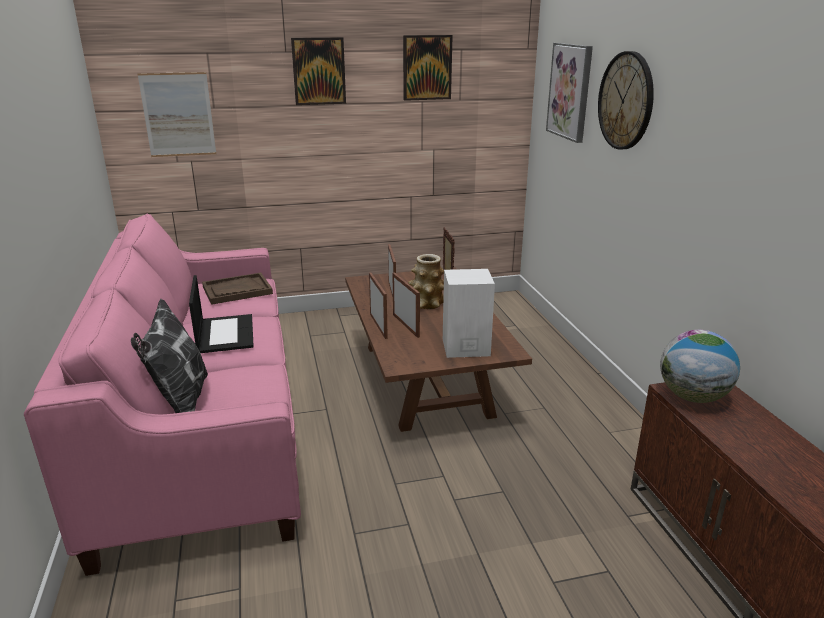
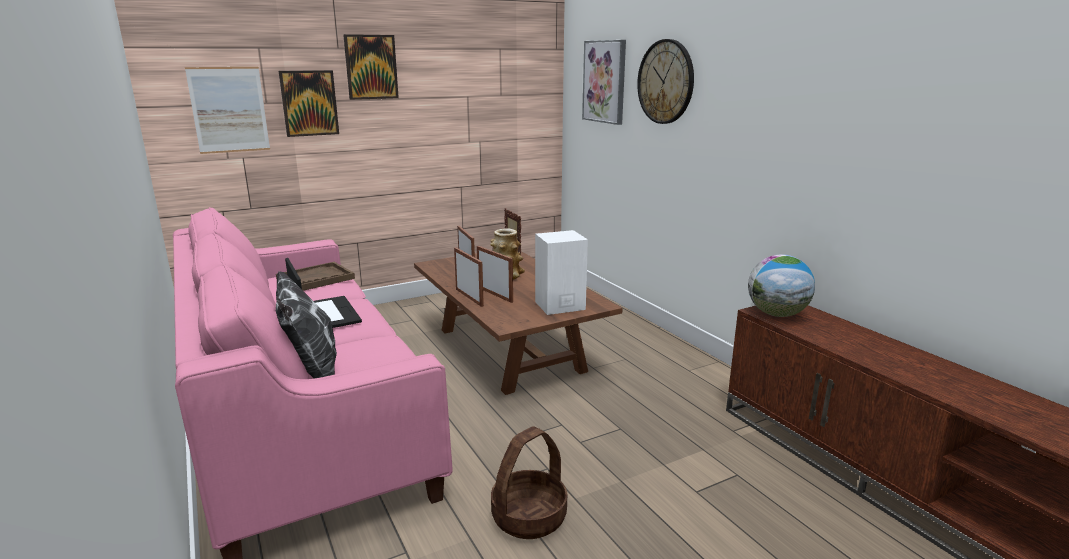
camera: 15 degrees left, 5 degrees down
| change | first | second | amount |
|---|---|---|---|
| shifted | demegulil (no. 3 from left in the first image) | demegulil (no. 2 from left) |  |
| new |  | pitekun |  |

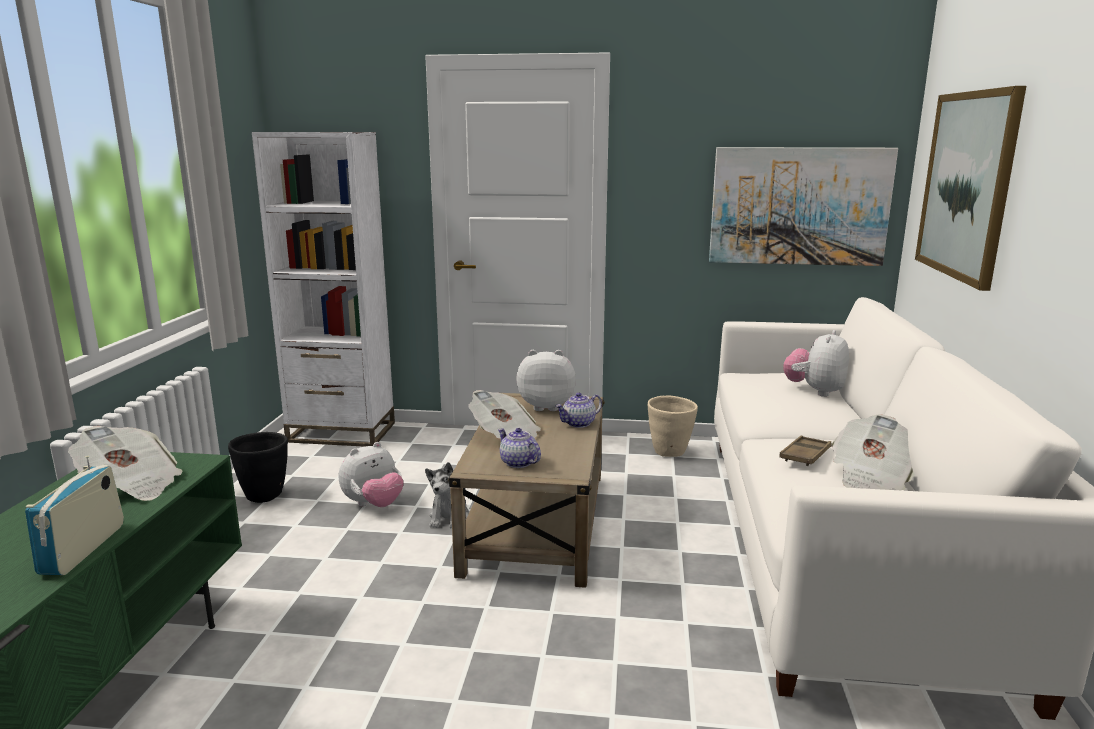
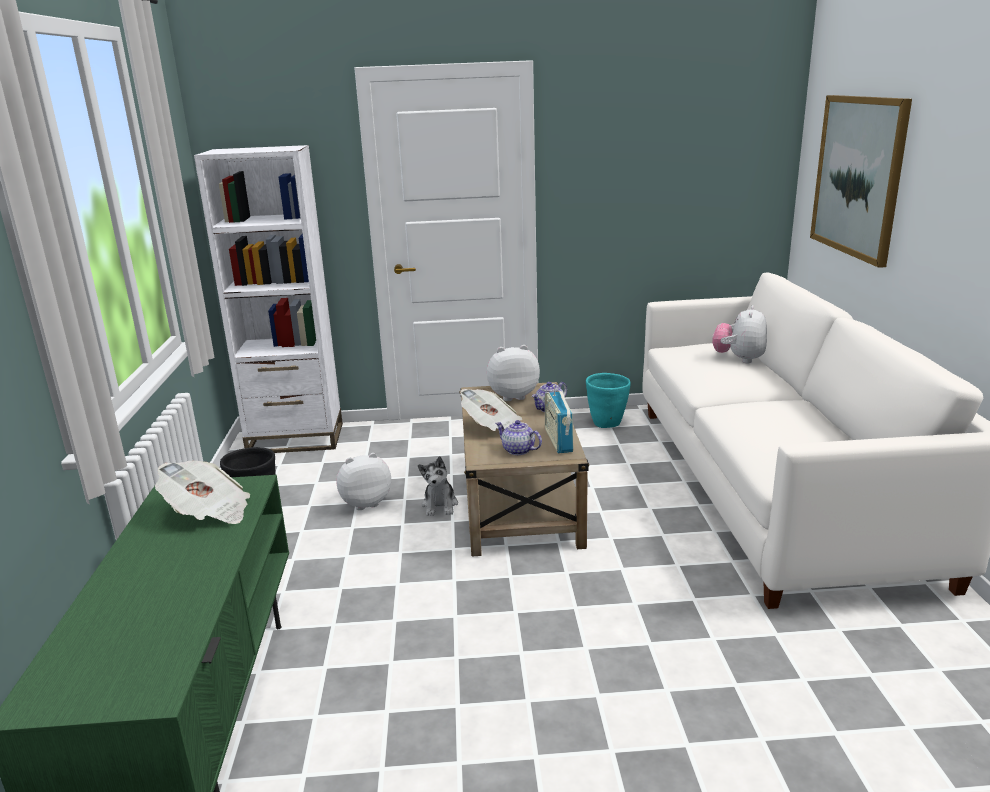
camera: 10 degrees left, 5 degrees up
| change | first | second | amount |
|---|---|---|---|
| shifted | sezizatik |  |  |
| rotated | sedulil (no. 1 from left) |  | 150 degrees counterclockwise |
| repainted | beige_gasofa | turquoise_gasofa |  |
| gone | demegulil (no. 1 from left) |  |  |
| gone | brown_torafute |  |  |
| gone | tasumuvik (no. 3 from left) |  |  |

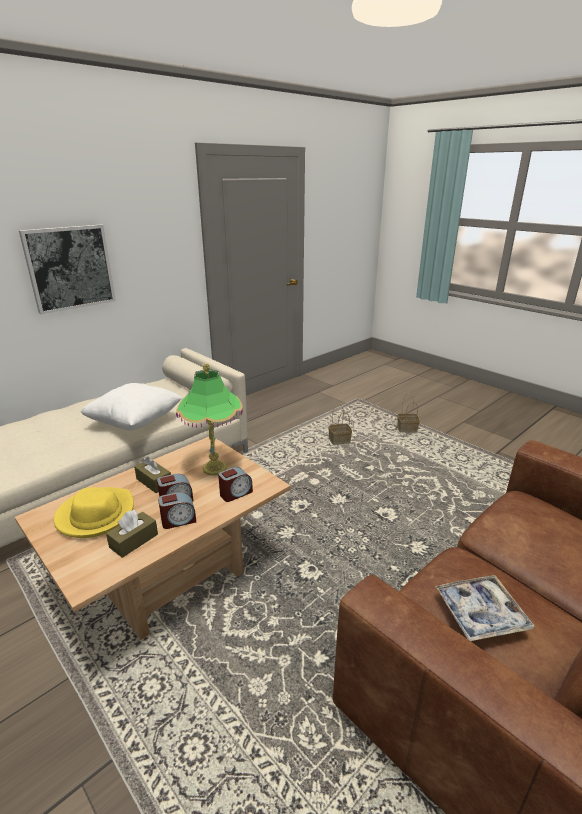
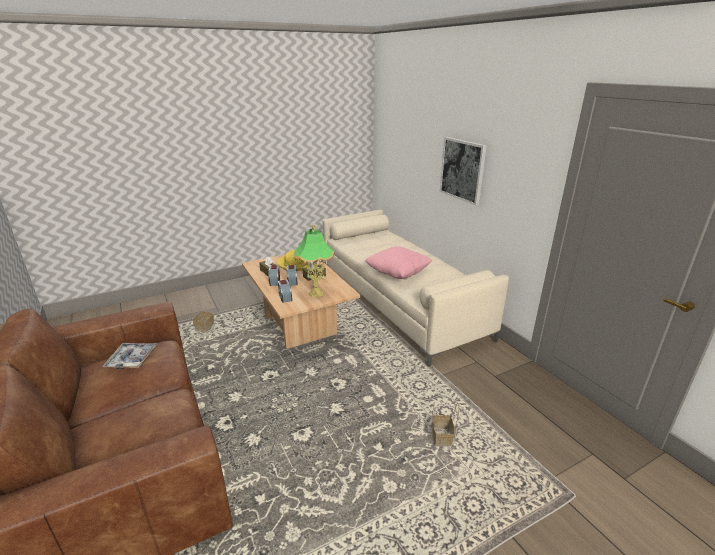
camera: 105 degrees right, 0 degrees up
| change | first | second | amount |
|---|---|---|---|
| repainted | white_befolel | pink_befolel |  |
| shifted | pitekun (no. 2 from left in the first image) | pitekun (no. 1 from left) |  |

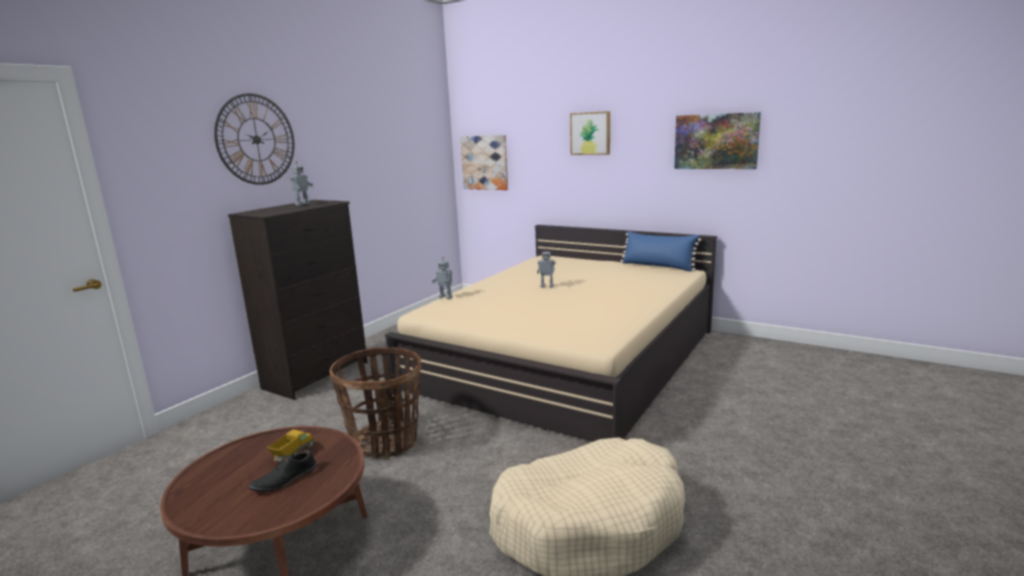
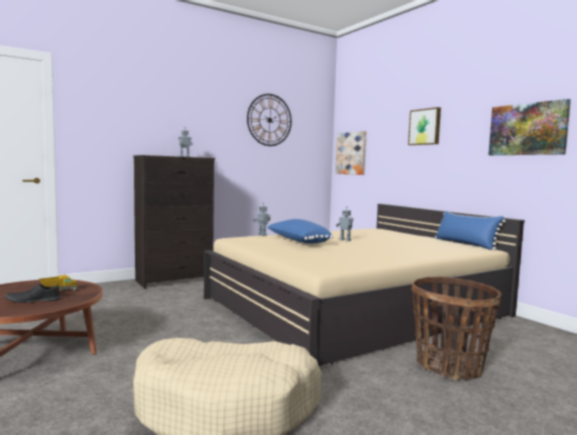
camera: 25 degrees right, 10 degrees down
| change | first | second | amount |
|---|---|---|---|
| shifted | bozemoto |  |  |
| shifted | pitekun |  |  |
| new |  | blue_befolel (no. 1 from left) |  |

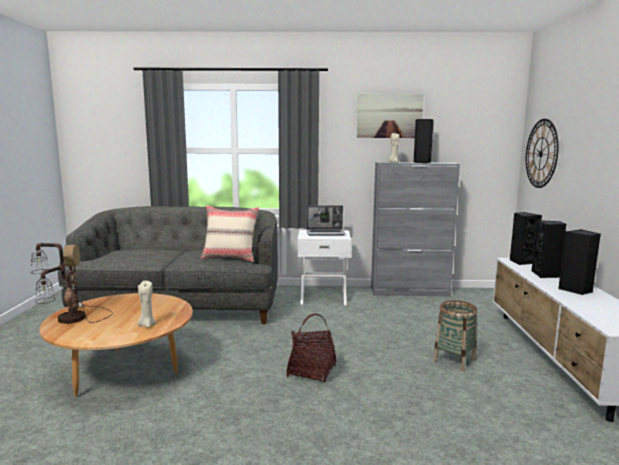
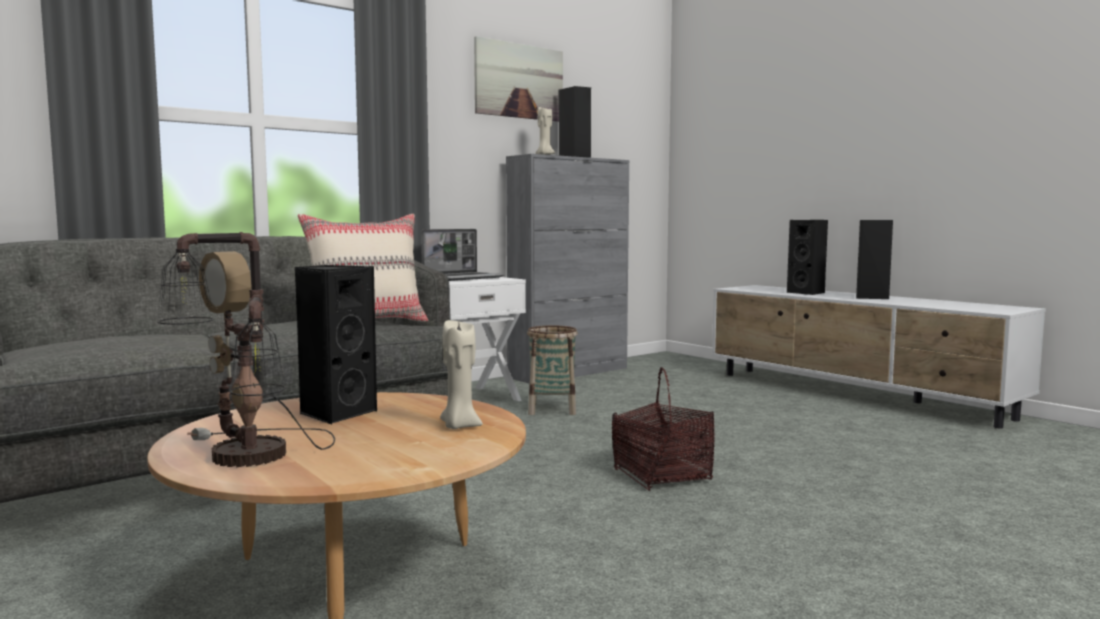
camera: 40 degrees left, 5 degrees down
| change | first | second | amount |
|---|---|---|---|
| shifted | pitekun (no. 2 from left in the first image) | pitekun (no. 1 from left) |  |
| shifted | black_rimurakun (no. 2 from left in the first image) | black_rimurakun (no. 1 from left) |  |
| gone | bozemoto |  |  |

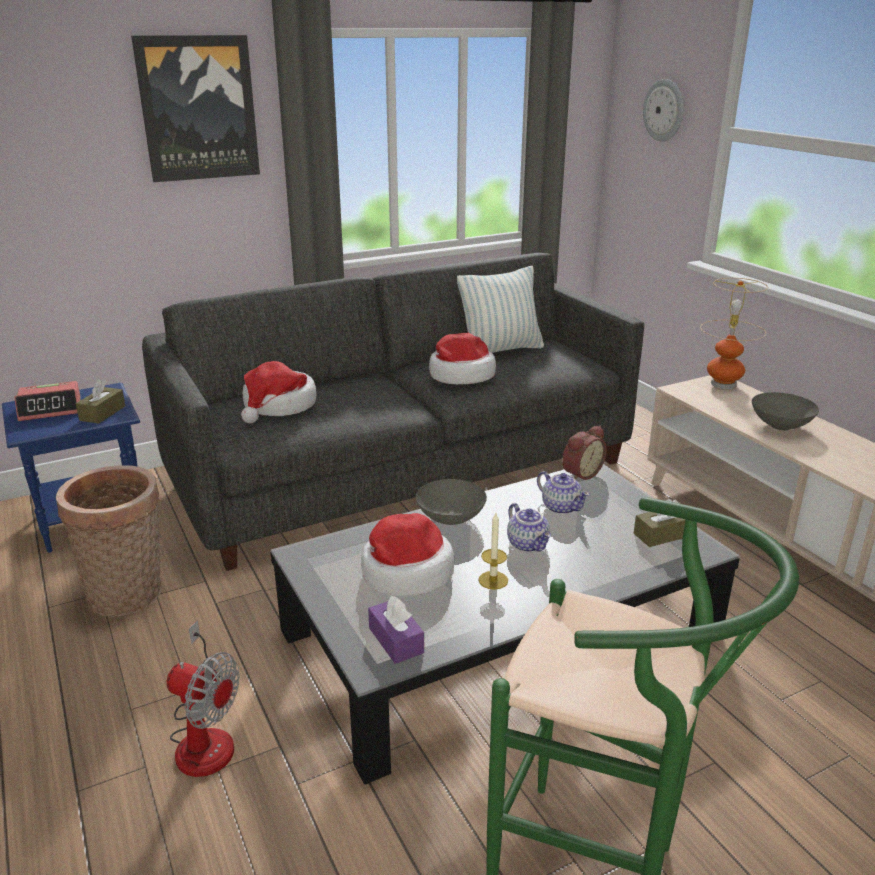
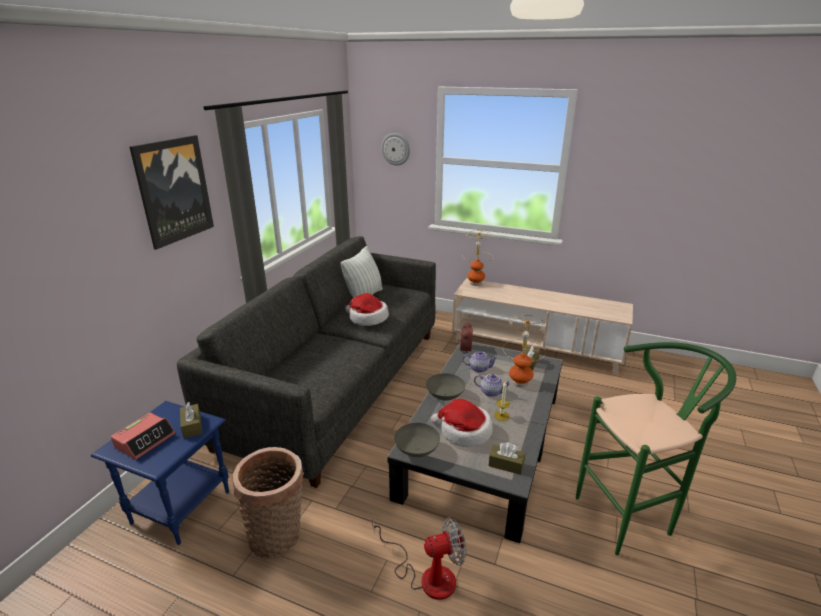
camera: 40 degrees left, 0 degrees up
| change | first | second | amount |
|---|---|---|---|
| gone | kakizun (no. 1 from left) |  |  |
| repainted | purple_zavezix | brown_zavezix (no. 2 from left) |  |
| shifted | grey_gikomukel (no. 2 from left in the first image) | grey_gikomukel (no. 1 from left) |  |
| new |  | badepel (no. 2 from left) |  |

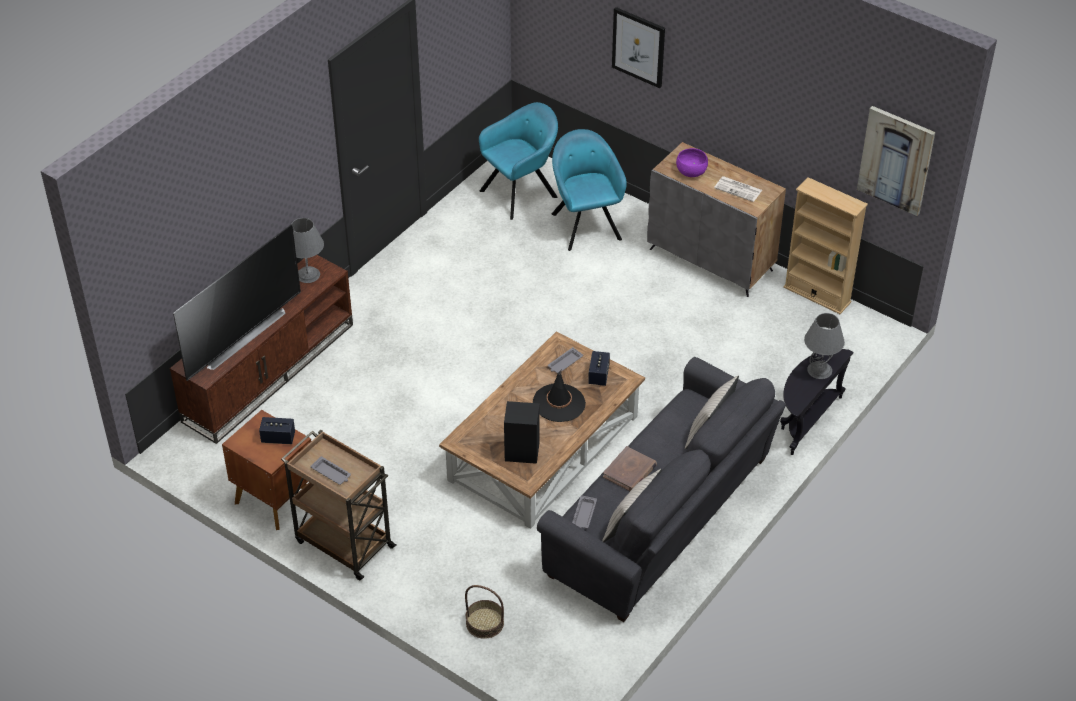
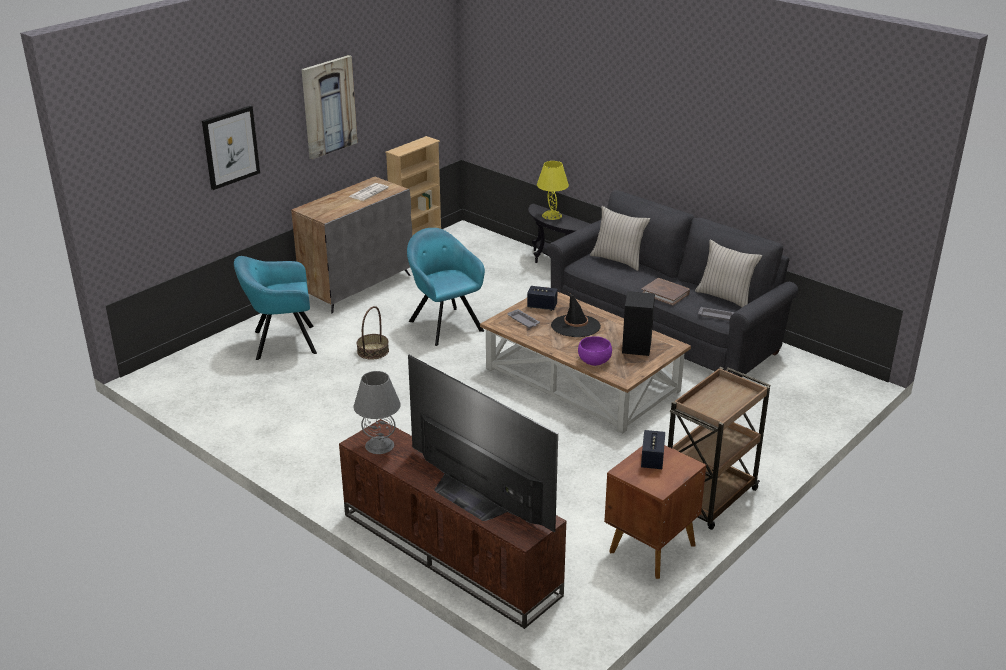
camera: 85 degrees left, 15 degrees down
| change | first | second | amount |
|---|---|---|---|
| gone | grey_torafute (no. 1 from left) |  |  |
| shifted | pitekun |  |  |
| shifted | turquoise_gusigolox (no. 1 from left in the first image) | turquoise_gusigolox (no. 2 from left) |  |
| shifted | purple_gikomukel |  |  |
| repainted | grey_badepel (no. 2 from left) | yellow_badepel |  |
| shifted | demegulil (no. 2 from left) |  |  |

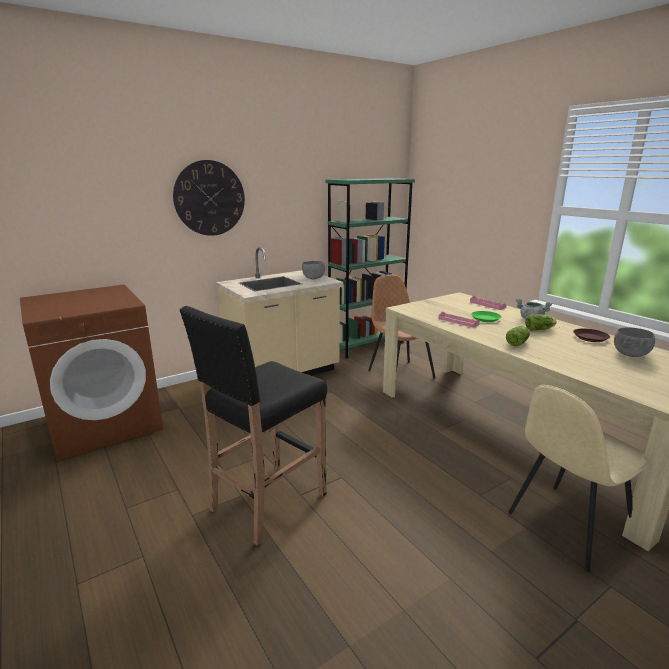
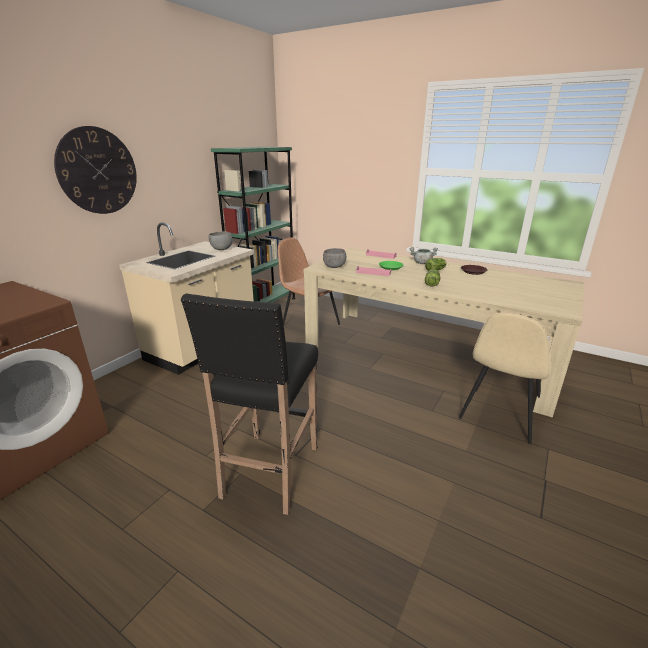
camera: 25 degrees left, 5 degrees up
| change | first | second | amount |
|---|---|---|---|
| shifted | grey_gikomukel (no. 2 from left) |  |  |

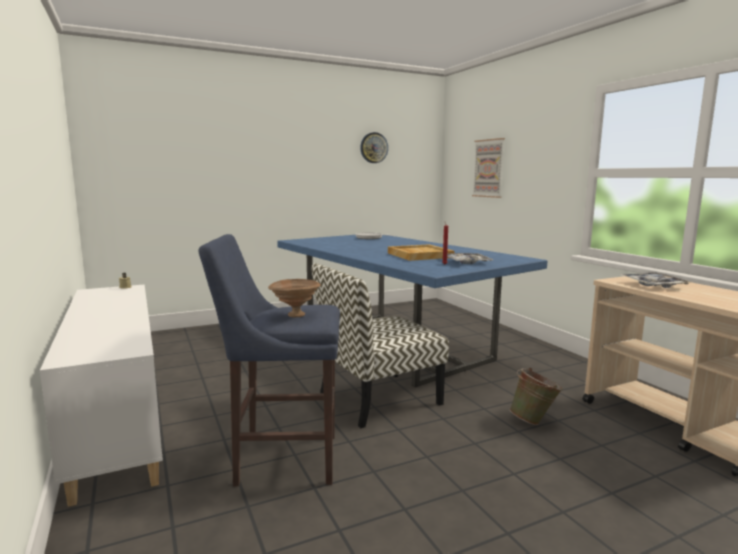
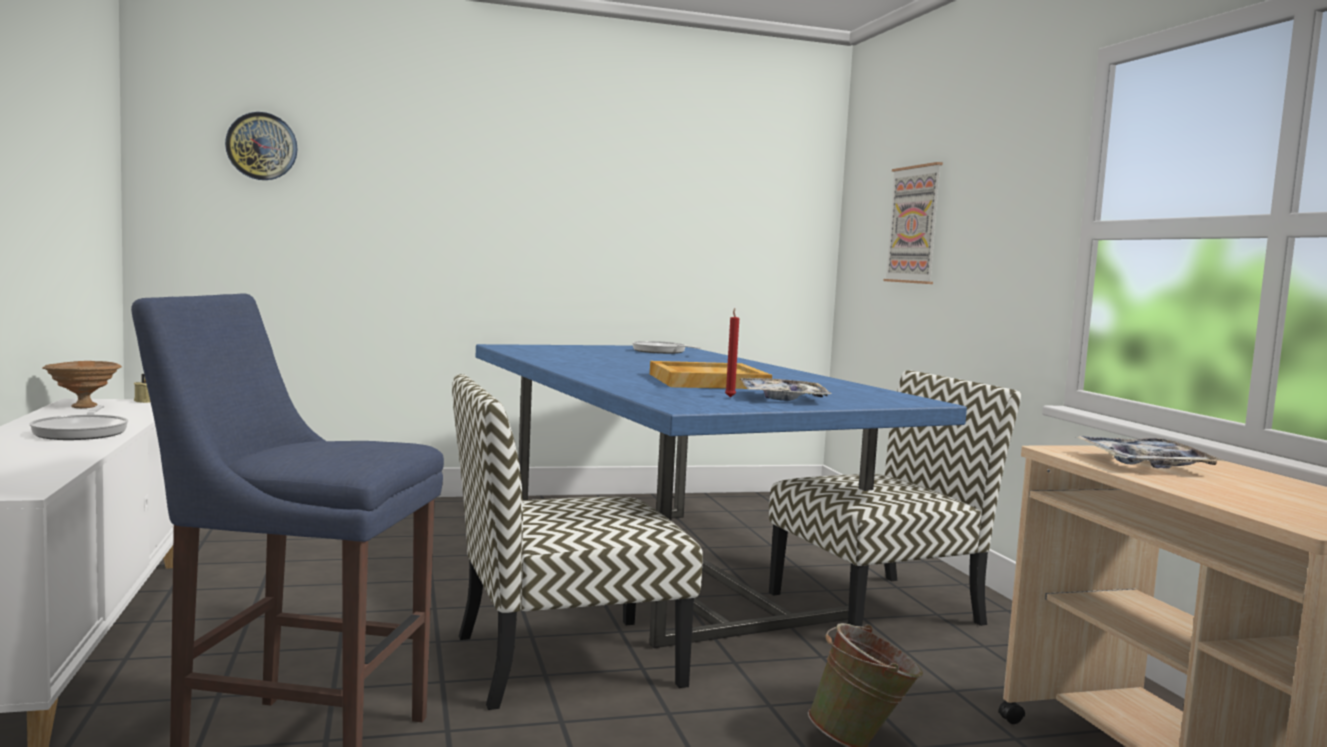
camera: 10 degrees right, 5 degrees down
| change | first | second | amount |
|---|---|---|---|
| shifted | brown_gikomukel |  |  |
| shifted | bozemoto |  |  |
| new |  | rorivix (no. 1 from left) |  |
| new |  | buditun (no. 2 from left) |  |

